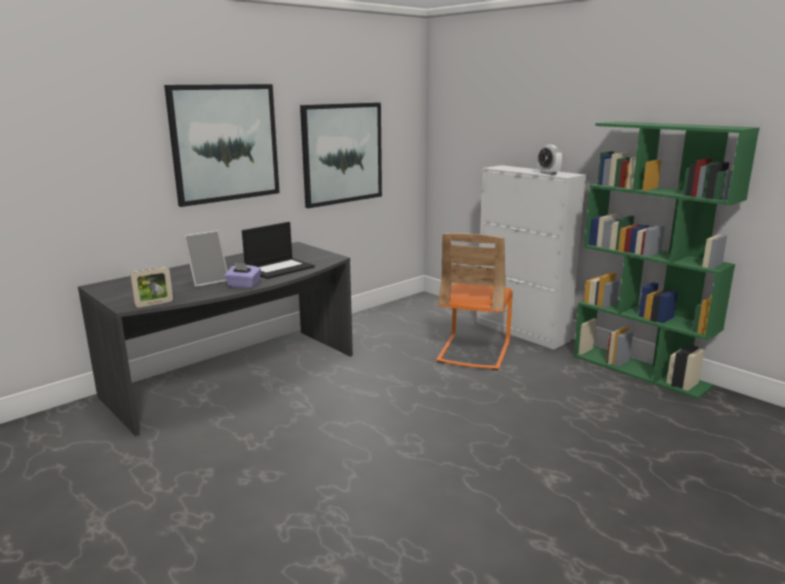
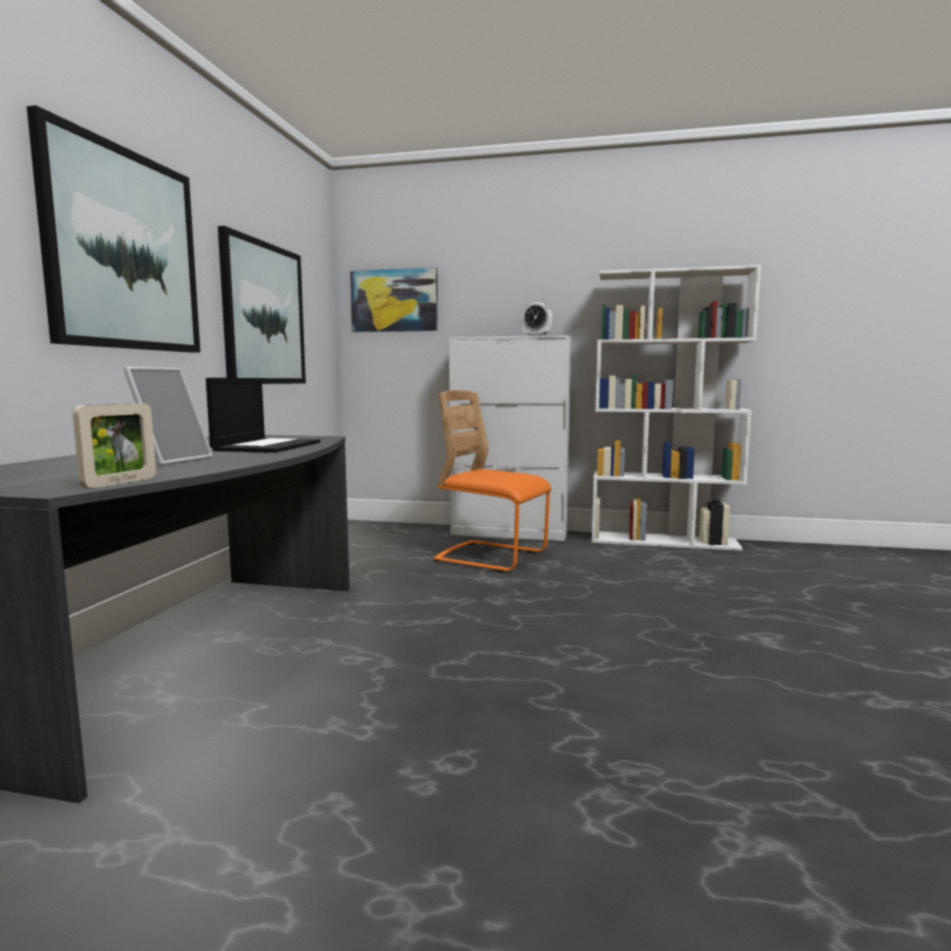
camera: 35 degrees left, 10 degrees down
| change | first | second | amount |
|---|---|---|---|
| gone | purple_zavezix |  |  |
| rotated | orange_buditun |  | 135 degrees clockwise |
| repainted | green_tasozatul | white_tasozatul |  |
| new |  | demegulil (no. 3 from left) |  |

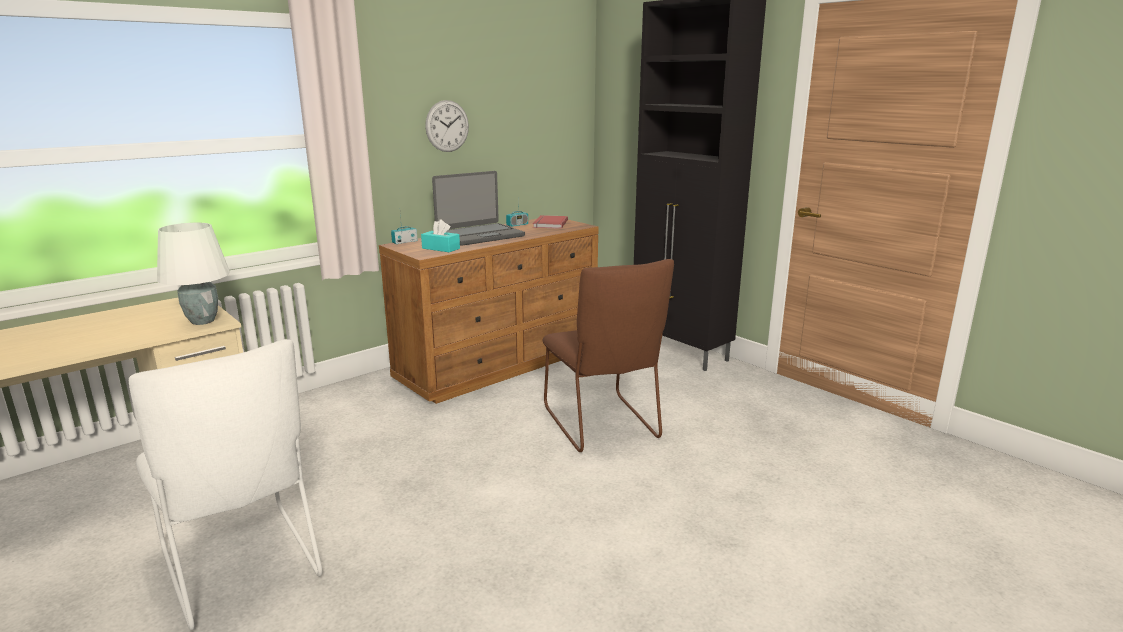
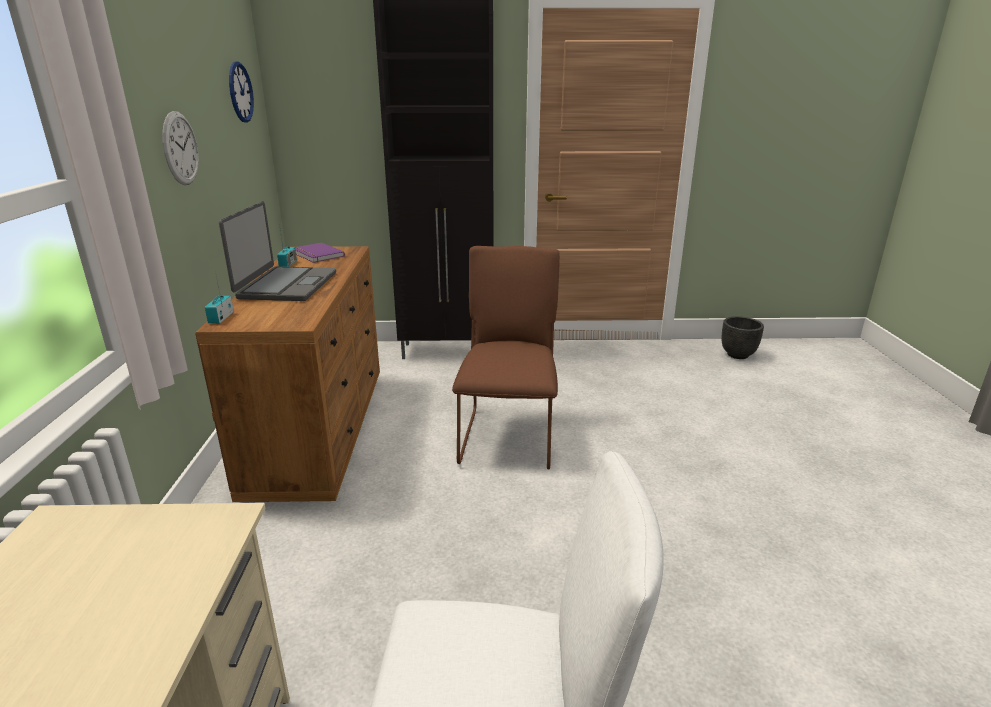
camera: 50 degrees left, 5 degrees up
| change | first | second | amount |
|---|---|---|---|
| gone | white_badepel |  |  |
| gone | turquoise_zavezix |  |  |
| repainted | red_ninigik | purple_ninigik |  |
| rotated | brown_buditun |  | 105 degrees counterclockwise |
| new |  | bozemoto (no. 2 from left) |  |
| new |  | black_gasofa |  |

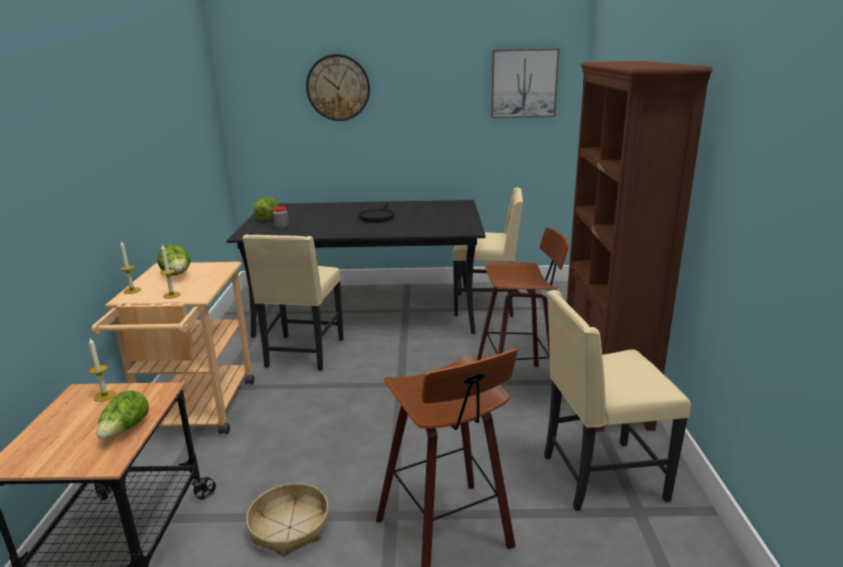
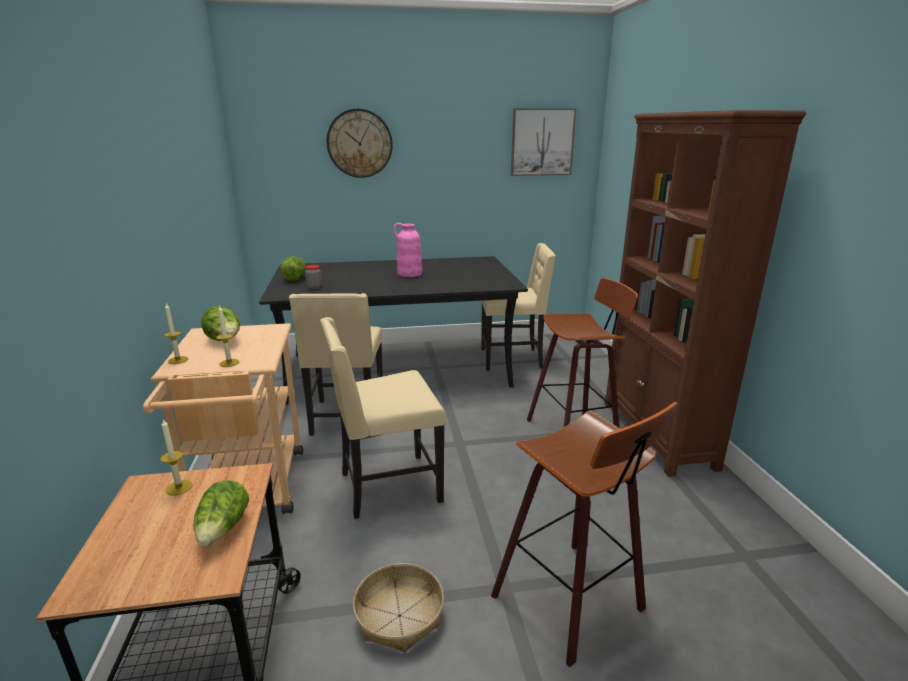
camera: 10 degrees left, 0 degrees up
| change | first | second | amount |
|---|---|---|---|
| swapped | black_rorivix | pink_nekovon |  |
| shifted | beige_buditun (no. 3 from left in the first image) | beige_buditun (no. 2 from left) |  |

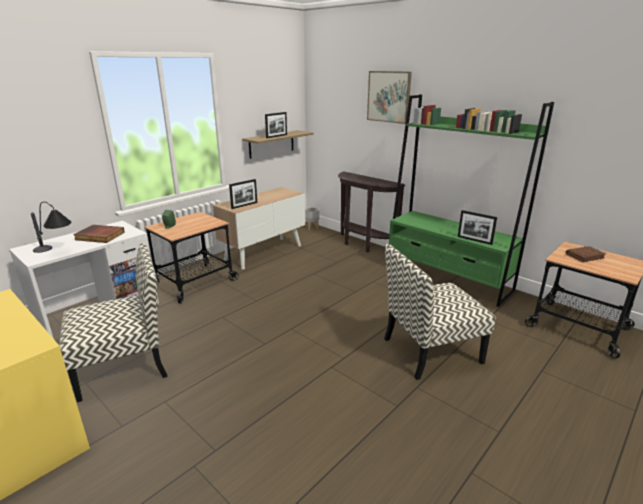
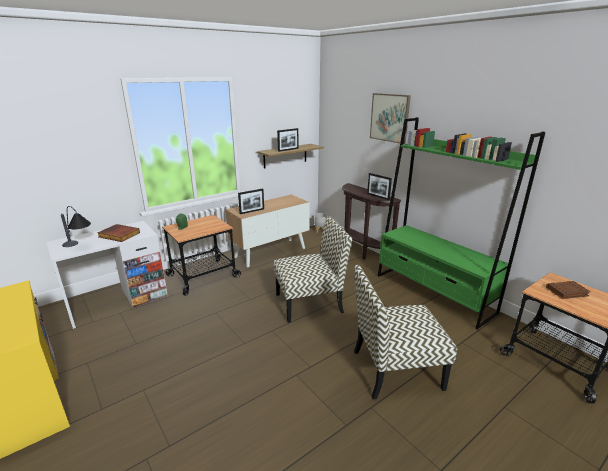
camera: 10 degrees right, 0 degrees up
| change | first | second | amount |
|---|---|---|---|
| shifted | buditun (no. 1 from left) |  |  |
| shifted | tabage (no. 3 from left) |  |  |

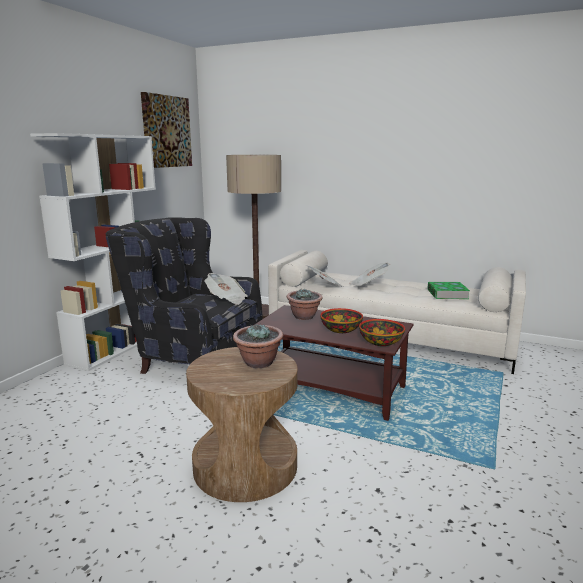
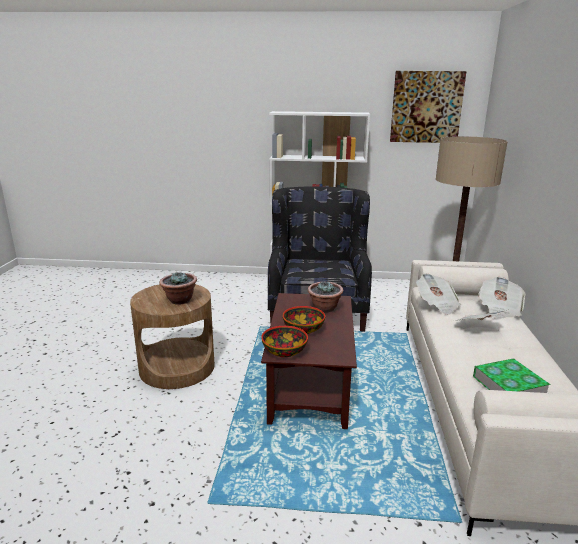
camera: 70 degrees right, 5 degrees up
| change | first | second | amount |
|---|---|---|---|
| shifted | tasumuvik (no. 1 from left in the first image) | tasumuvik (no. 3 from left) |  |

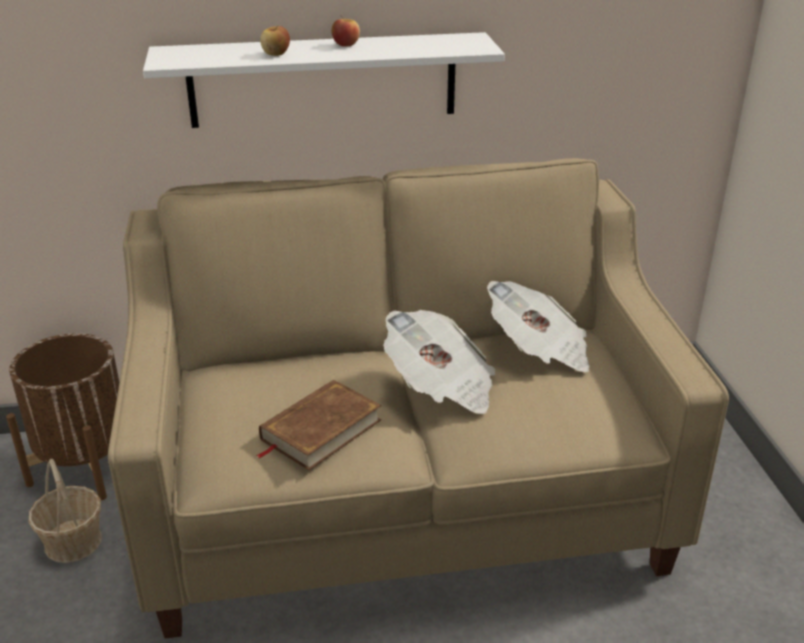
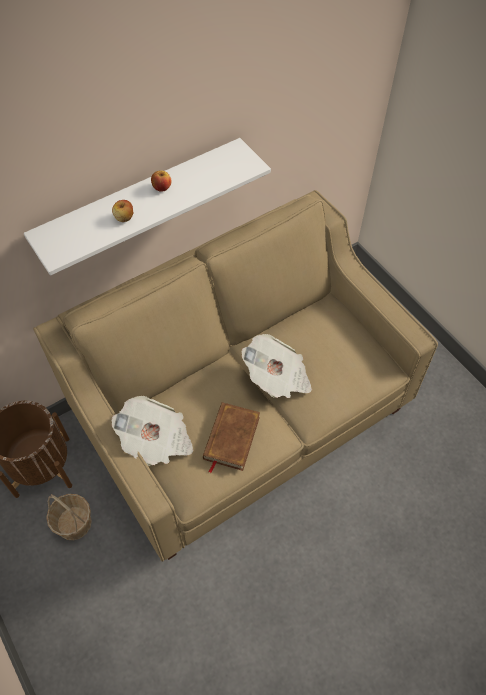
camera: 25 degrees left, 25 degrees up
| change | first | second | amount |
|---|---|---|---|
| shifted | tasumuvik (no. 2 from left in the first image) | tasumuvik (no. 1 from left) |  |

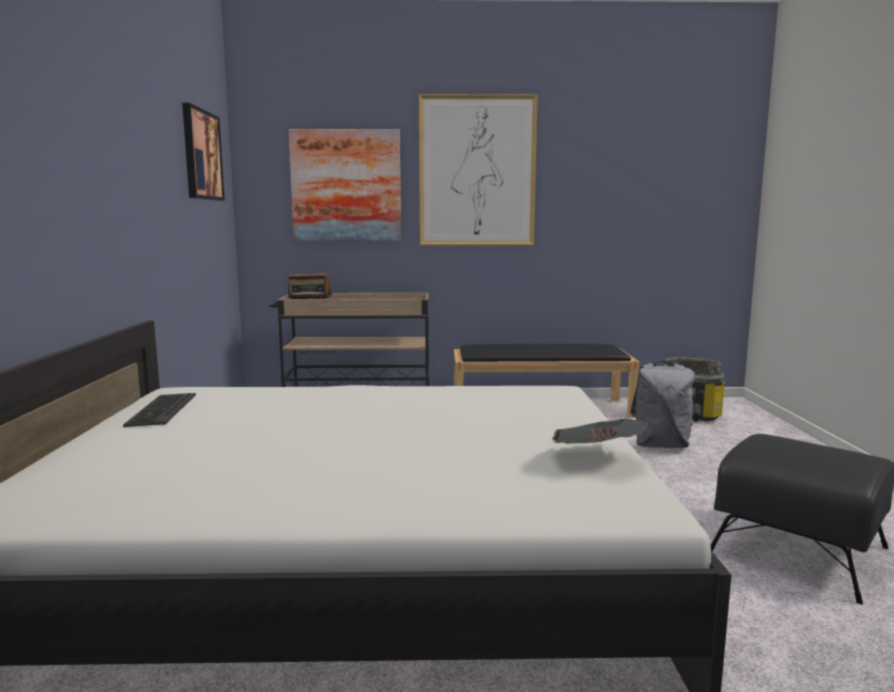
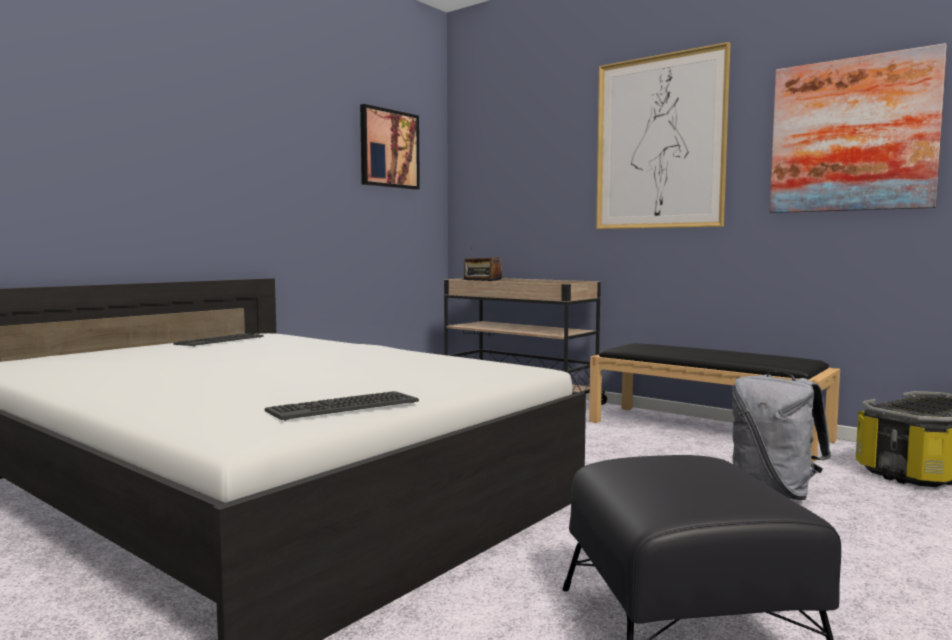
camera: 40 degrees right, 5 degrees down
| change | first | second | amount |
|---|---|---|---|
| shifted | demegulil (no. 2 from left in the first image) | demegulil (no. 3 from left) |  |
| swapped | tasumuvik | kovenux (no. 2 from left) |  |

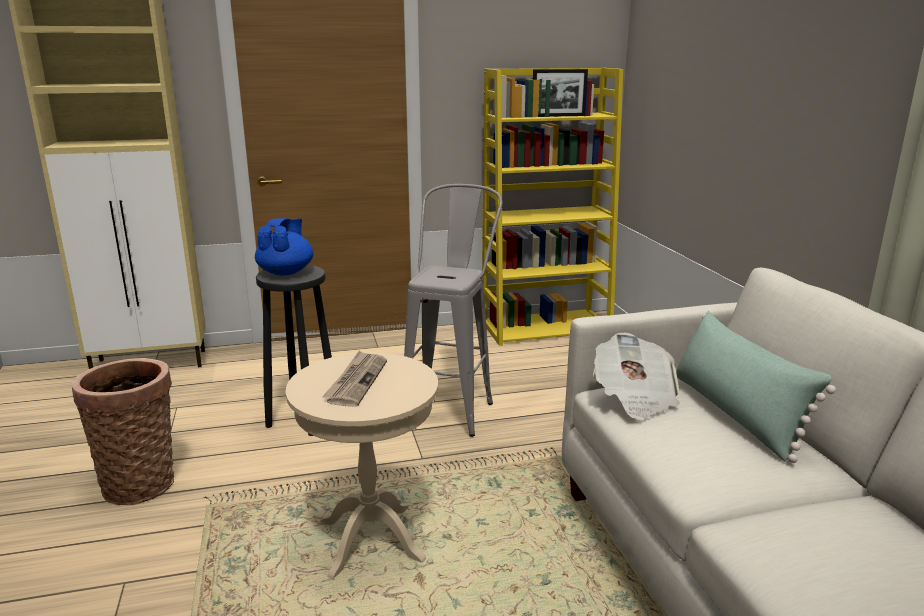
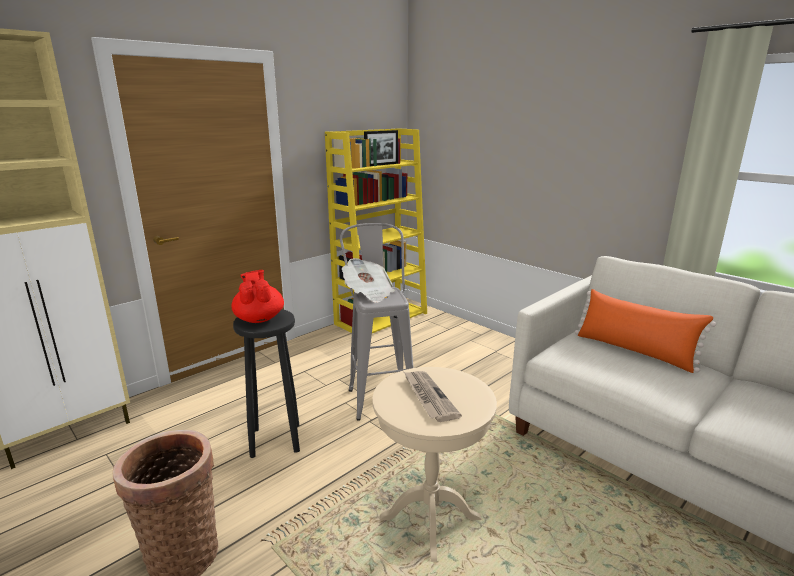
camera: 30 degrees left, 0 degrees up
| change | first | second | amount |
|---|---|---|---|
| repainted | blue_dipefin | red_dipefin |  |
| shifted | tasumuvik (no. 2 from left in the first image) | tasumuvik (no. 1 from left) |  |
| repainted | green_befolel | orange_befolel |  |

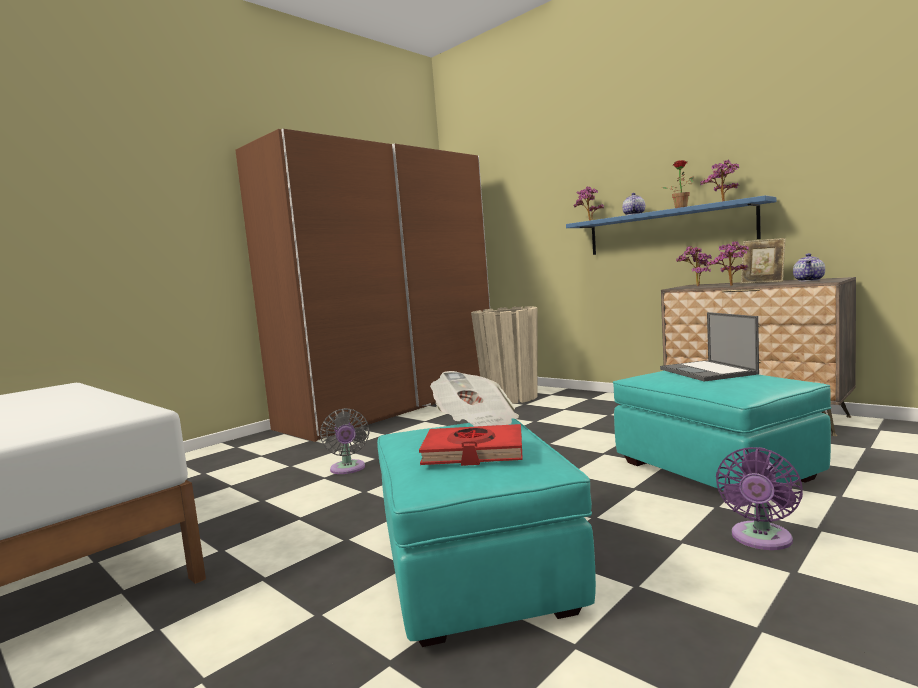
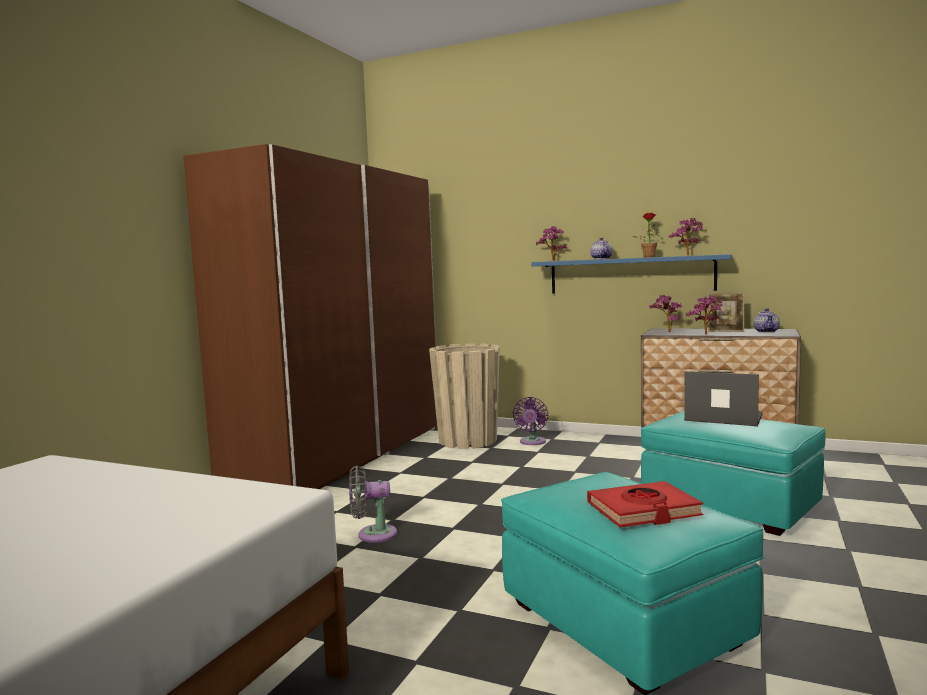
camera: 20 degrees left, 0 degrees up
| change | first | second | amount |
|---|---|---|---|
| rotated | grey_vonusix |  | 120 degrees clockwise |
| gone | tasumuvik |  |  |
| rotated | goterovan |  | 150 degrees clockwise |
| shifted | purple_vonusix |  |  |

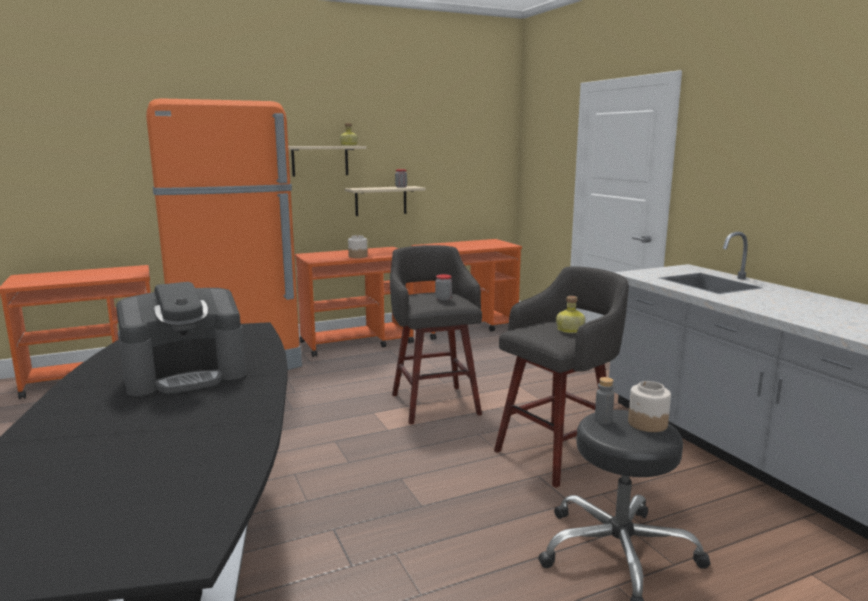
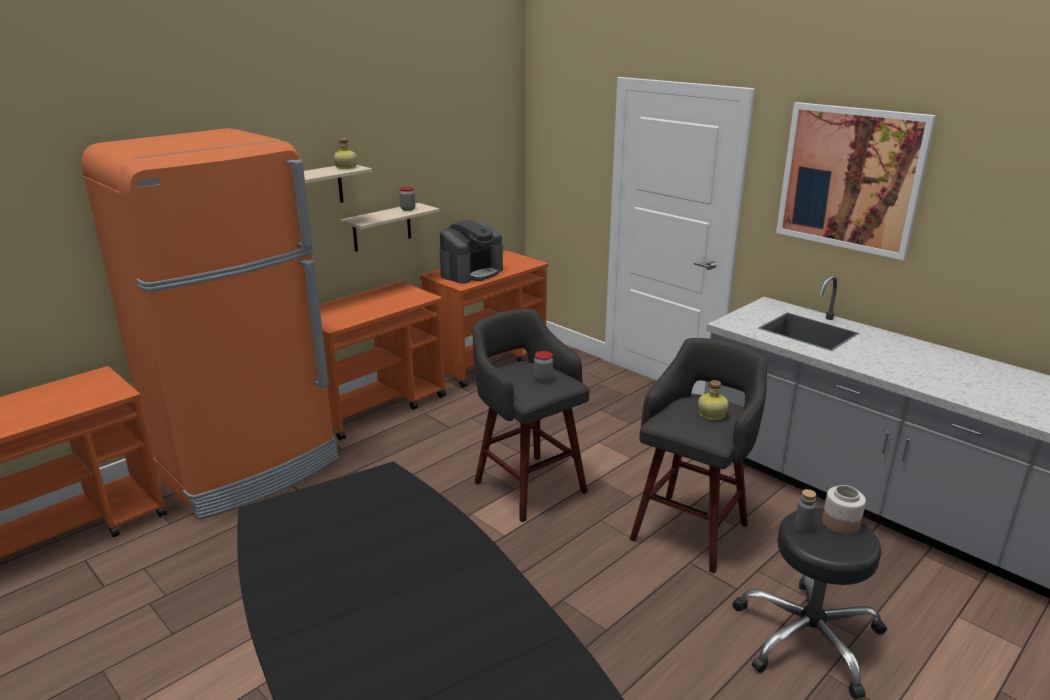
camera: 20 degrees left, 10 degrees up
| change | first | second | amount |
|---|---|---|---|
| shifted | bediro |  |  |
| gone | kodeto (no. 1 from left) |  |  |
| new |  | demegulil |  |

